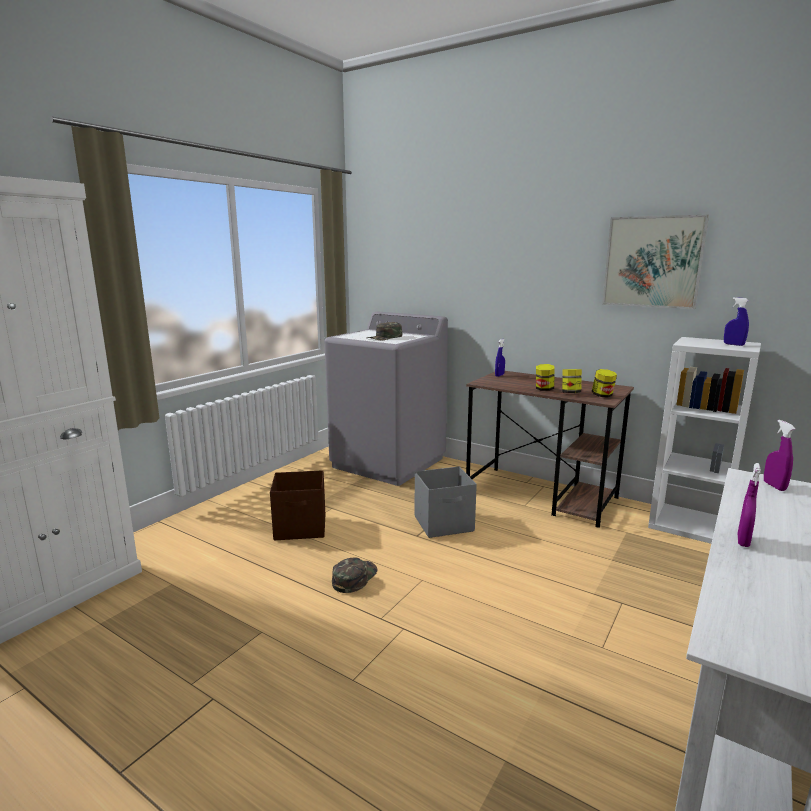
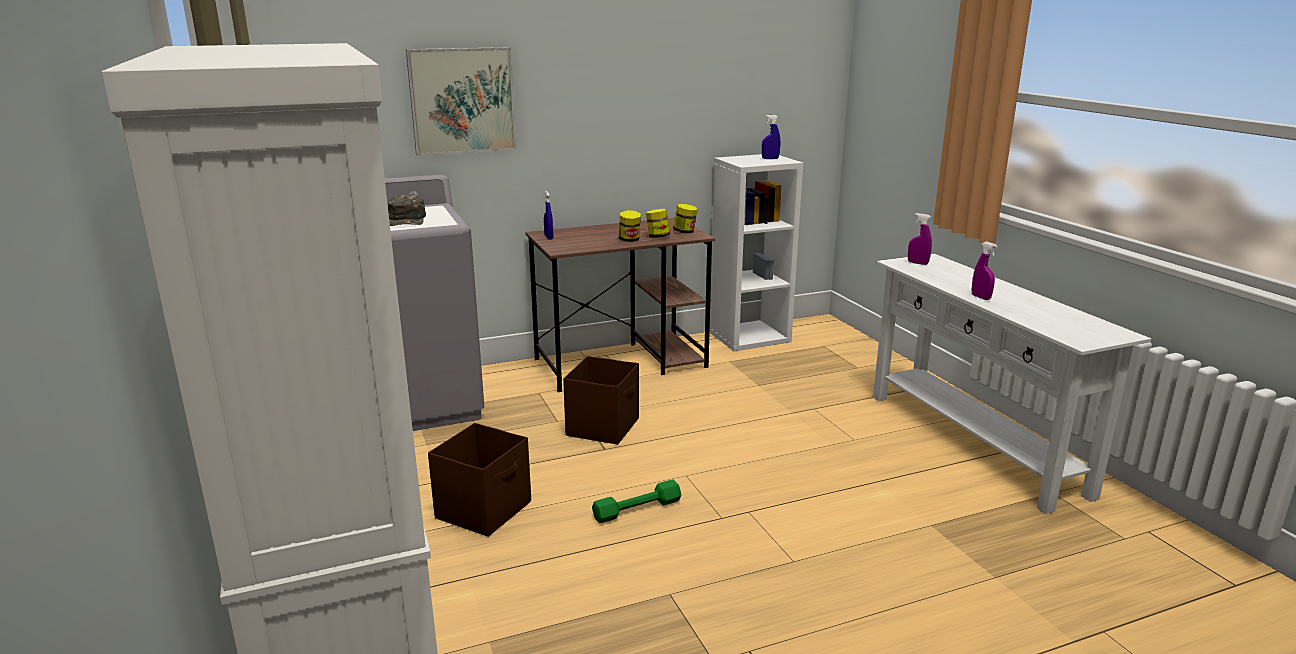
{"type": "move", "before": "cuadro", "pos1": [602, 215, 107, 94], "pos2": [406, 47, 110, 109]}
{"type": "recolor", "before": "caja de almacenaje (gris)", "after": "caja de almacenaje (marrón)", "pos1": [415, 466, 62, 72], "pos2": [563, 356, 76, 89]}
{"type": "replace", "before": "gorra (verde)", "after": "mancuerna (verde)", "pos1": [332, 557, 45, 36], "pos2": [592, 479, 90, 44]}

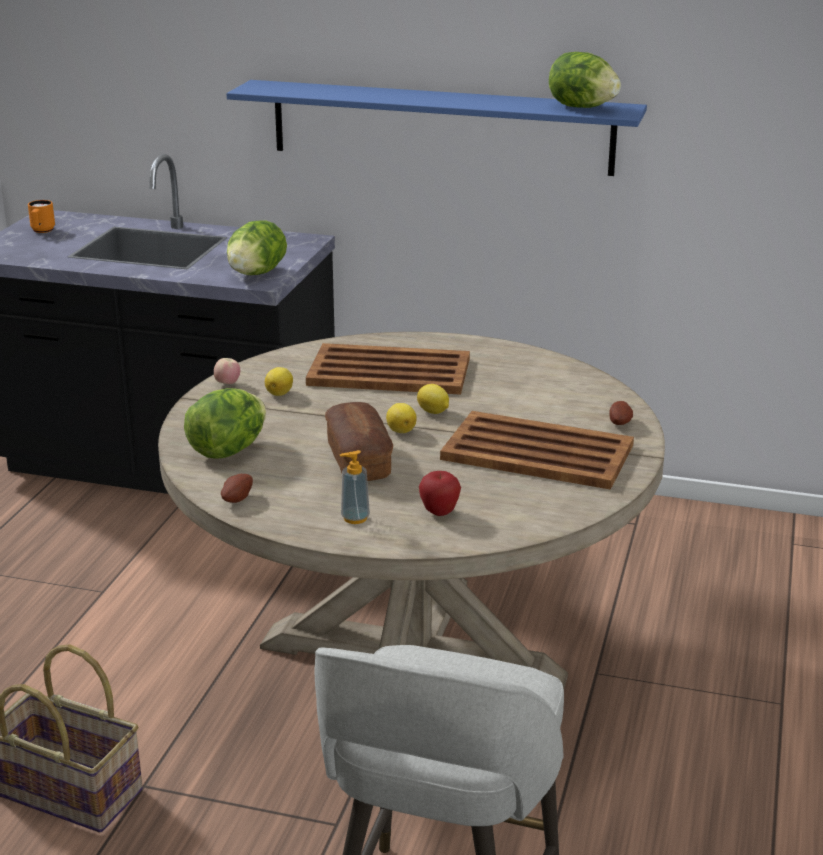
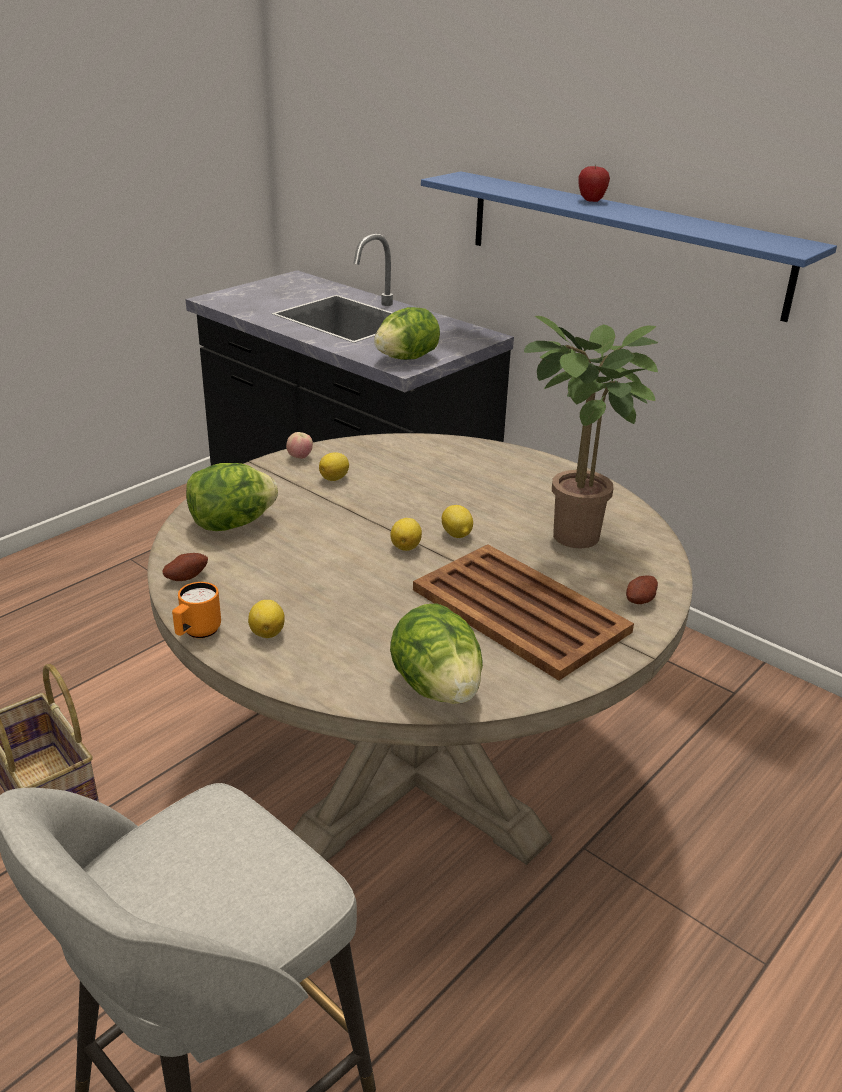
{"type": "move", "before": "lechuga", "pos1": [549, 52, 72, 56], "pos2": [390, 603, 93, 101]}
{"type": "move", "before": "taza grande (naranja)", "pos1": [28, 200, 27, 33], "pos2": [172, 582, 49, 56]}
{"type": "delete", "before": "bandeja (marrón)", "pos1": [306, 343, 164, 52]}
{"type": "delete", "before": "pan", "pos1": [325, 402, 68, 79]}
{"type": "replace", "before": "dispensador de jabón", "after": "limón", "pos1": [340, 450, 30, 74], "pos2": [248, 600, 37, 38]}
{"type": "move", "before": "manzana", "pos1": [419, 471, 42, 45], "pos2": [578, 165, 32, 37]}
{"type": "insert", "after": "planta en maceta", "pos2": [524, 316, 134, 233]}

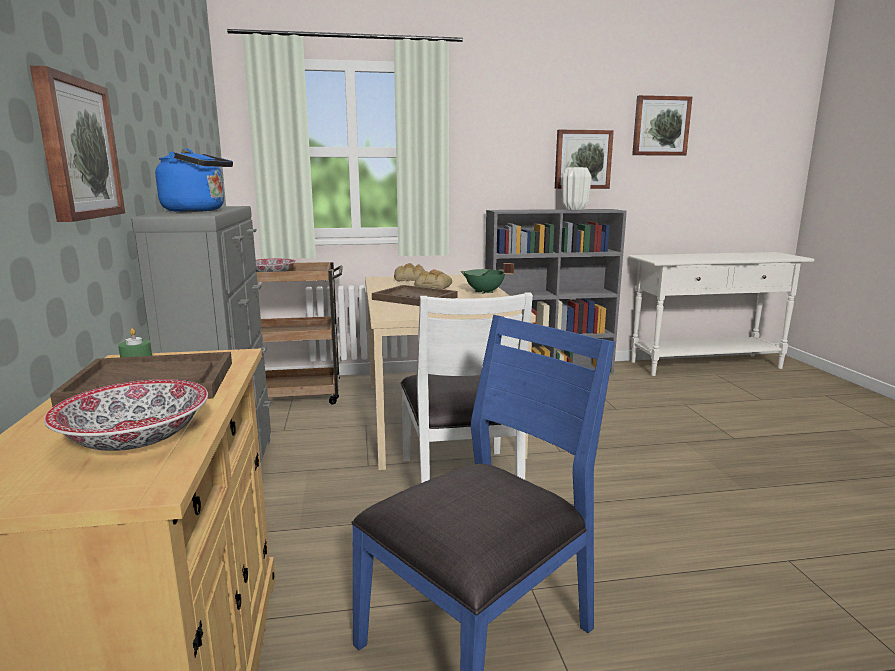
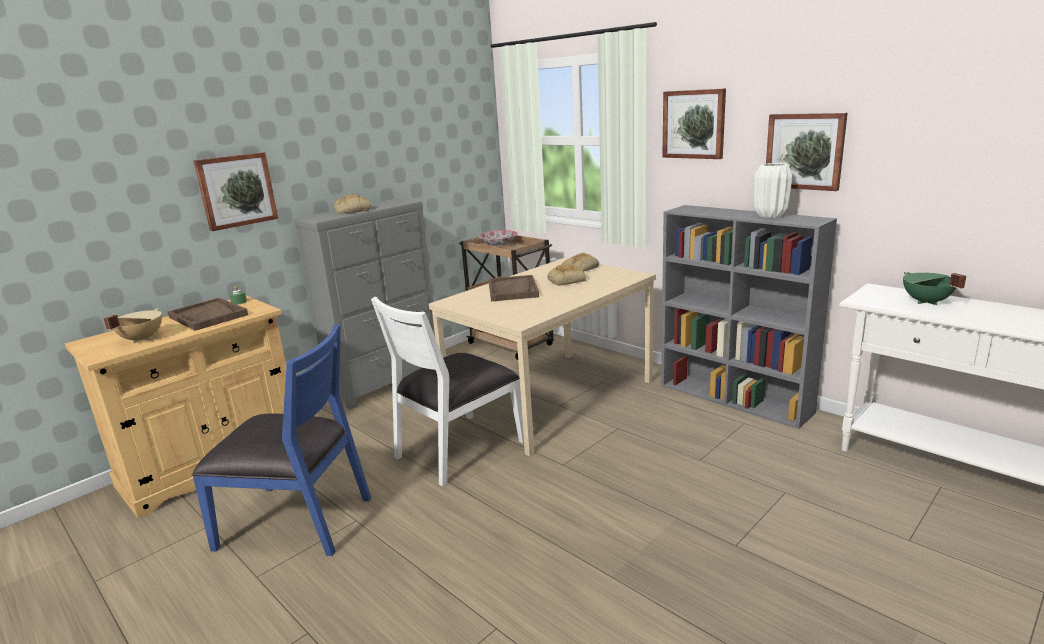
{"type": "move", "before": "cuadro", "pos1": [632, 95, 60, 61], "pos2": [662, 88, 64, 71]}
{"type": "replace", "before": "hervidor (azul)", "after": "pan", "pos1": [155, 149, 78, 63], "pos2": [334, 194, 37, 19]}
{"type": "move", "before": "olla (verde)", "pos1": [461, 263, 53, 31], "pos2": [903, 272, 63, 33]}
{"type": "replace", "before": "cuenco", "after": "olla (beis)", "pos1": [44, 379, 164, 72], "pos2": [104, 309, 58, 34]}

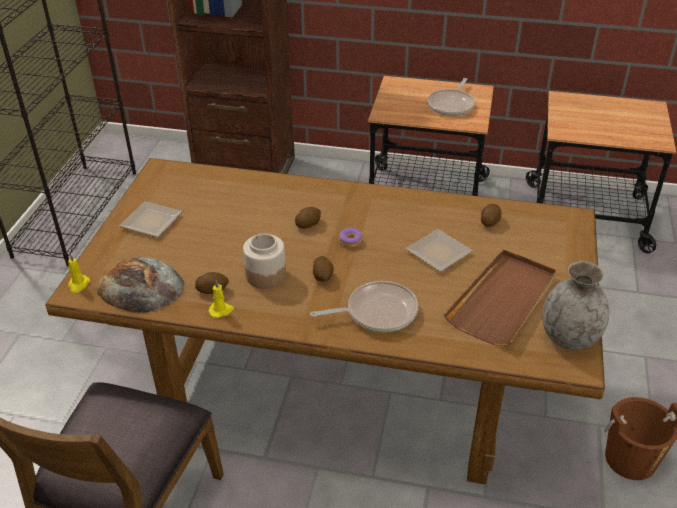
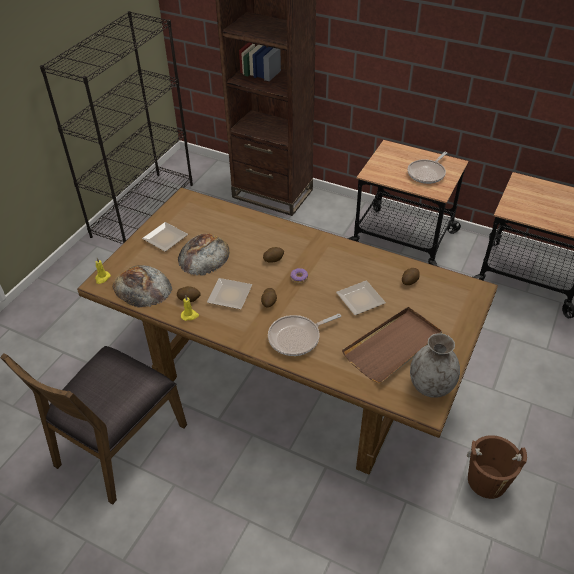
{"type": "replace", "before": "tarro", "after": "plato", "pos1": [243, 234, 43, 55], "pos2": [207, 278, 45, 31]}
{"type": "rotate", "before": "sartén", "pos1": [310, 281, 108, 51], "pos2": [268, 314, 73, 42], "turn": 150}
{"type": "insert", "after": "pan", "pos2": [178, 233, 52, 43]}

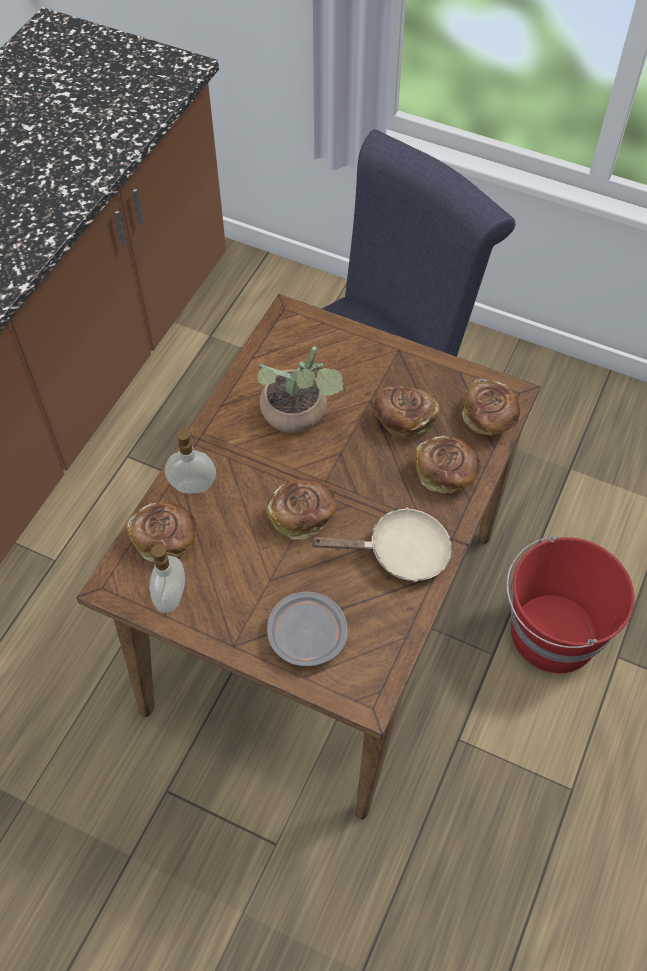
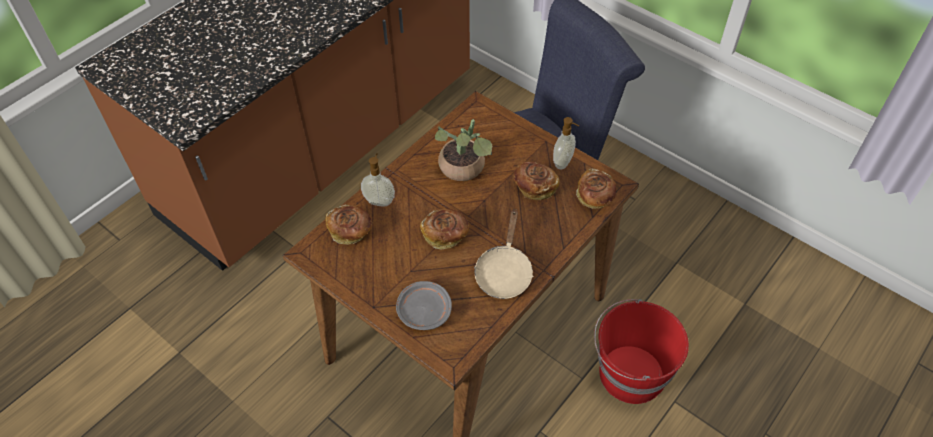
{"type": "delete", "before": "pan", "pos1": [415, 435, 66, 58]}
{"type": "rotate", "before": "sartén (beis)", "pos1": [309, 507, 143, 75], "pos2": [474, 209, 60, 90], "turn": 90}
{"type": "move", "before": "dispensador de jabón", "pos1": [149, 544, 36, 69], "pos2": [553, 117, 26, 52]}

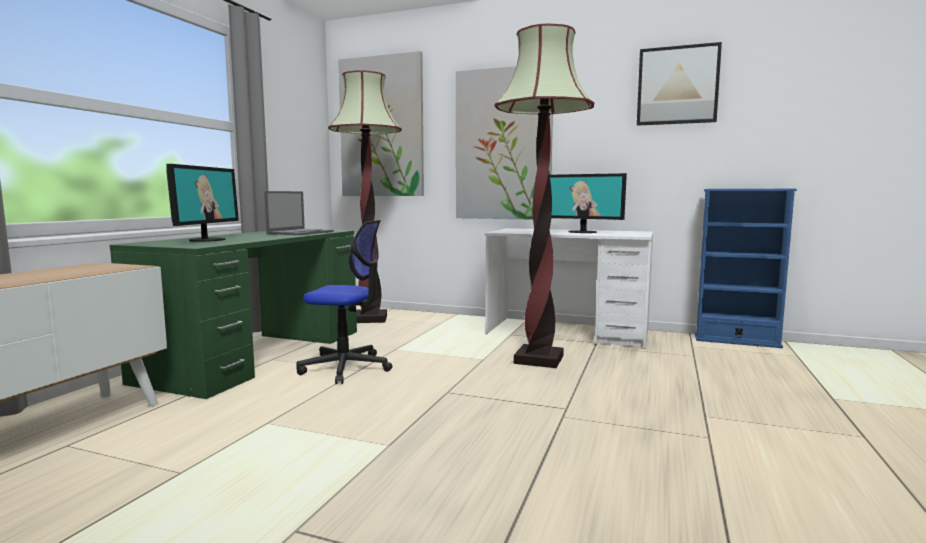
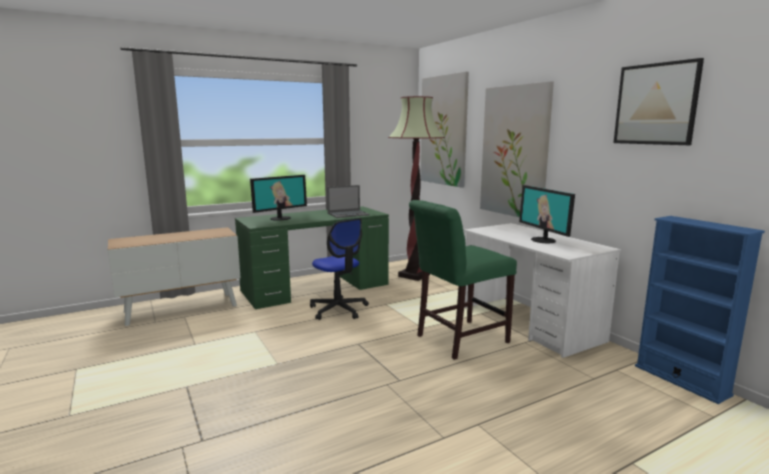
{"type": "replace", "before": "lámpara de pie", "after": "silla (verde)", "pos1": [495, 23, 99, 345], "pos2": [409, 200, 108, 160]}

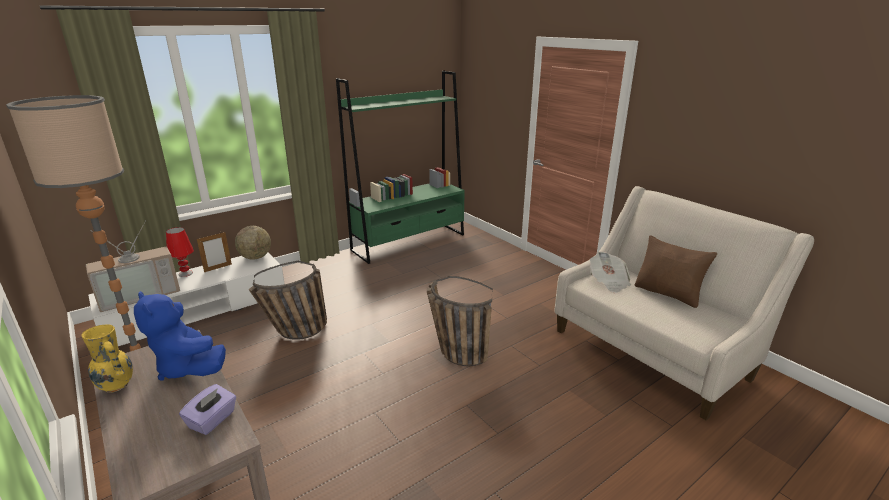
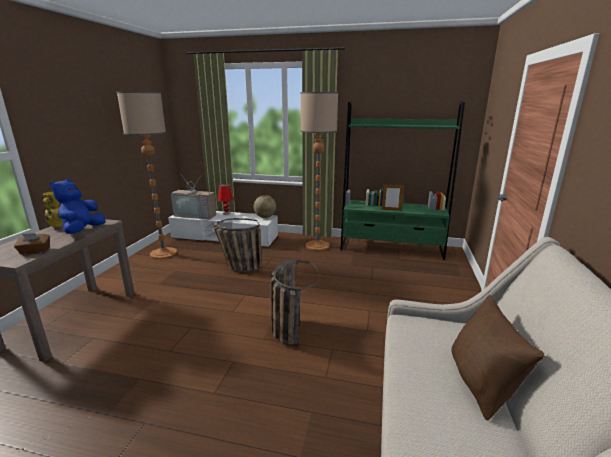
{"type": "move", "before": "portarretratos", "pos1": [197, 232, 35, 40], "pos2": [382, 184, 22, 27]}
{"type": "delete", "before": "periódico", "pos1": [590, 251, 41, 42]}
{"type": "recolor", "before": "caja de pañuelos (morado)", "after": "caja de pañuelos (marrón)", "pos1": [179, 384, 57, 51], "pos2": [14, 233, 36, 22]}
{"type": "insert", "after": "lámpara de pie", "pos2": [300, 92, 39, 159]}

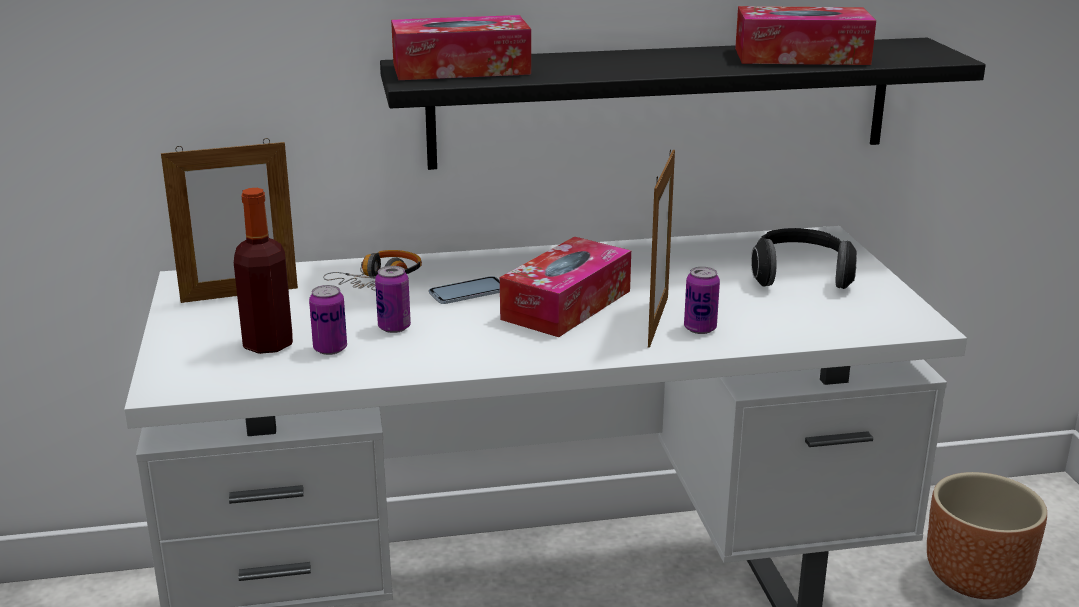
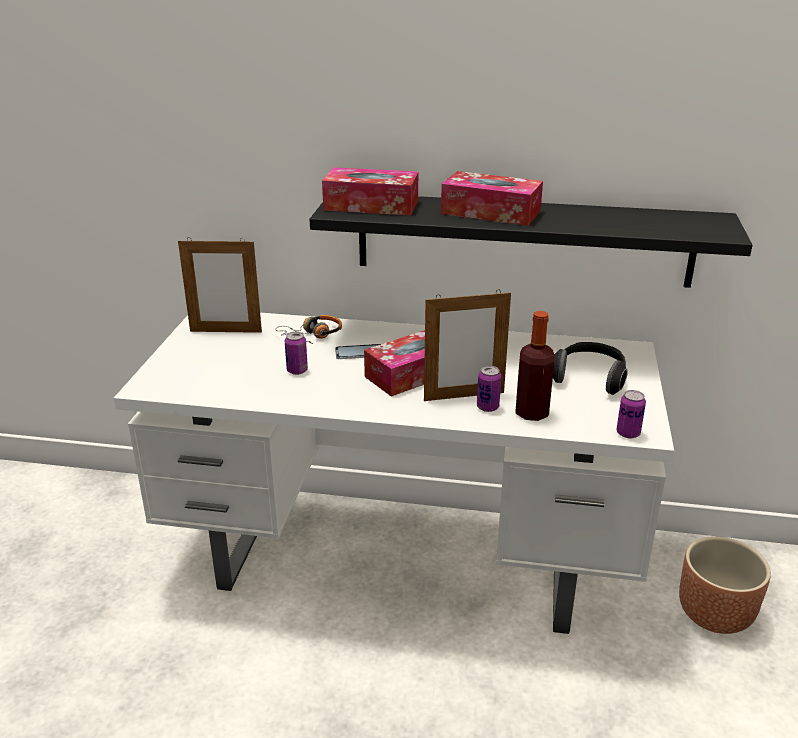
{"type": "move", "before": "caja de pañuelos", "pos1": [735, 6, 141, 59], "pos2": [441, 171, 102, 55]}
{"type": "rotate", "before": "portarretratos", "pos1": [648, 149, 27, 199], "pos2": [424, 290, 87, 111], "turn": 45}
{"type": "move", "before": "botella", "pos1": [234, 188, 59, 166], "pos2": [515, 311, 39, 110]}
{"type": "move", "before": "lata", "pos1": [309, 285, 38, 70], "pos2": [616, 390, 30, 48]}

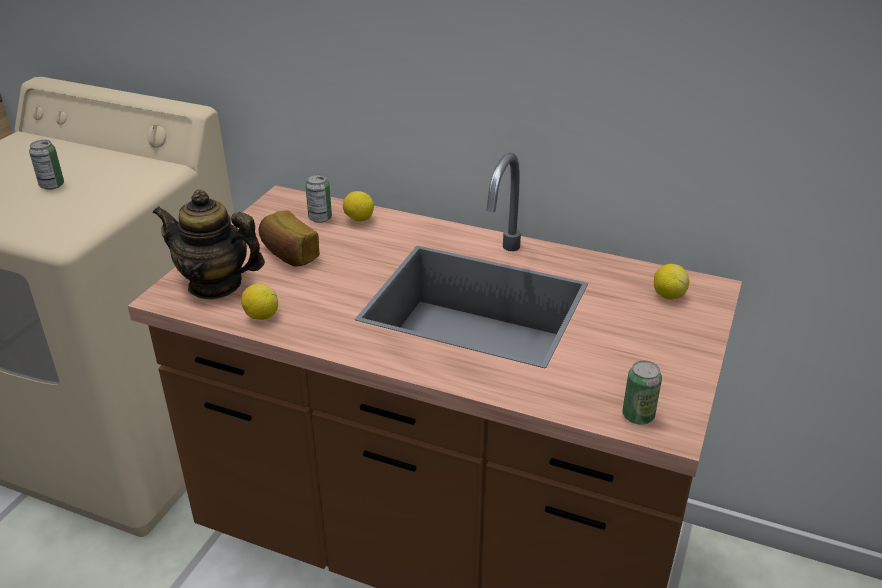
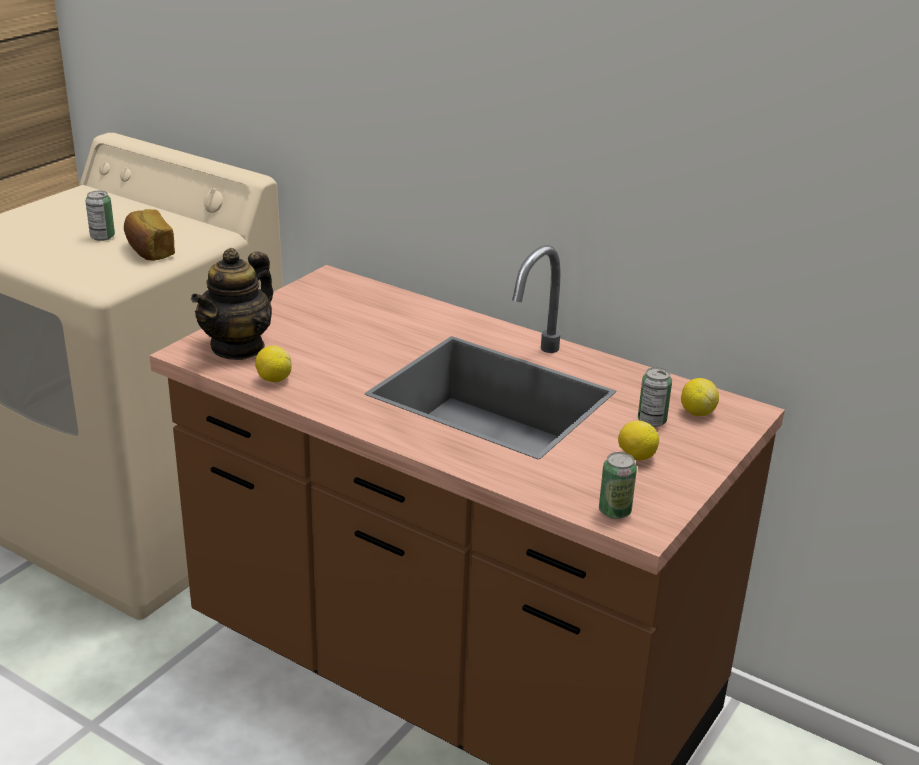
{"type": "move", "before": "lata", "pos1": [305, 174, 27, 49], "pos2": [638, 367, 34, 60]}
{"type": "rotate", "before": "tetera", "pos1": [152, 190, 113, 110], "pos2": [191, 248, 82, 112], "turn": -90}
{"type": "move", "before": "limón", "pos1": [343, 191, 31, 31], "pos2": [618, 421, 41, 39]}
{"type": "move", "before": "pan", "pos1": [258, 210, 62, 56], "pos2": [124, 209, 51, 52]}

